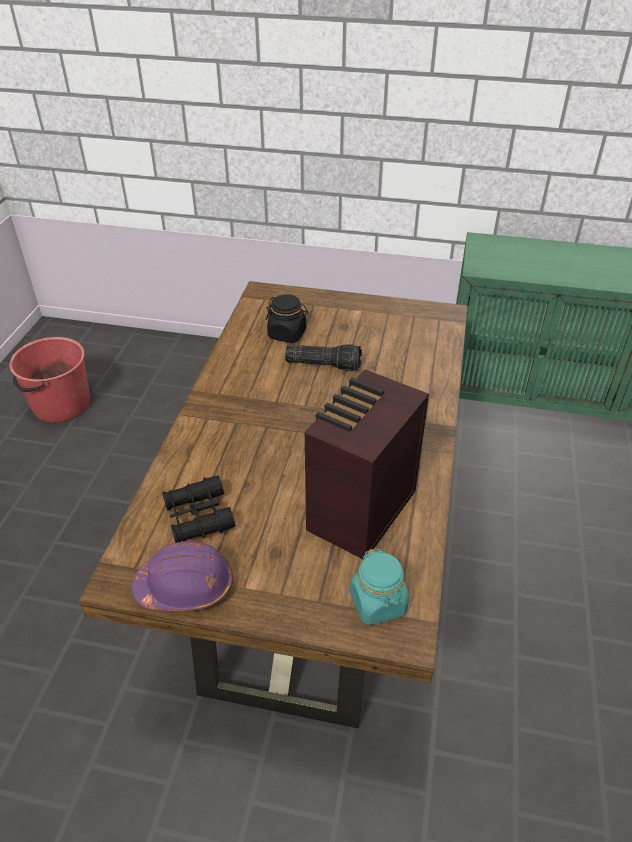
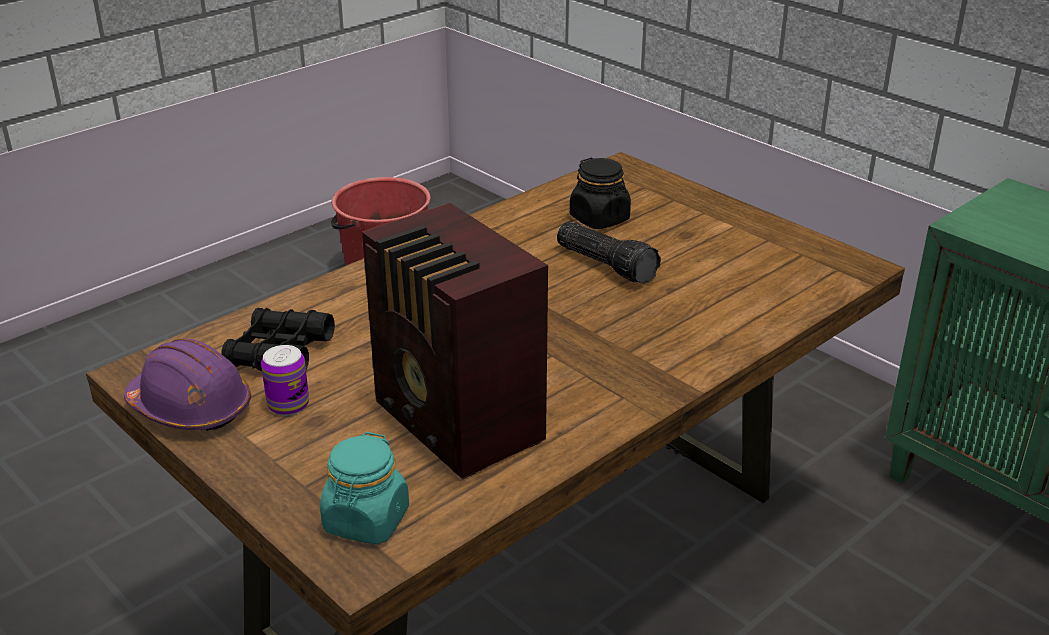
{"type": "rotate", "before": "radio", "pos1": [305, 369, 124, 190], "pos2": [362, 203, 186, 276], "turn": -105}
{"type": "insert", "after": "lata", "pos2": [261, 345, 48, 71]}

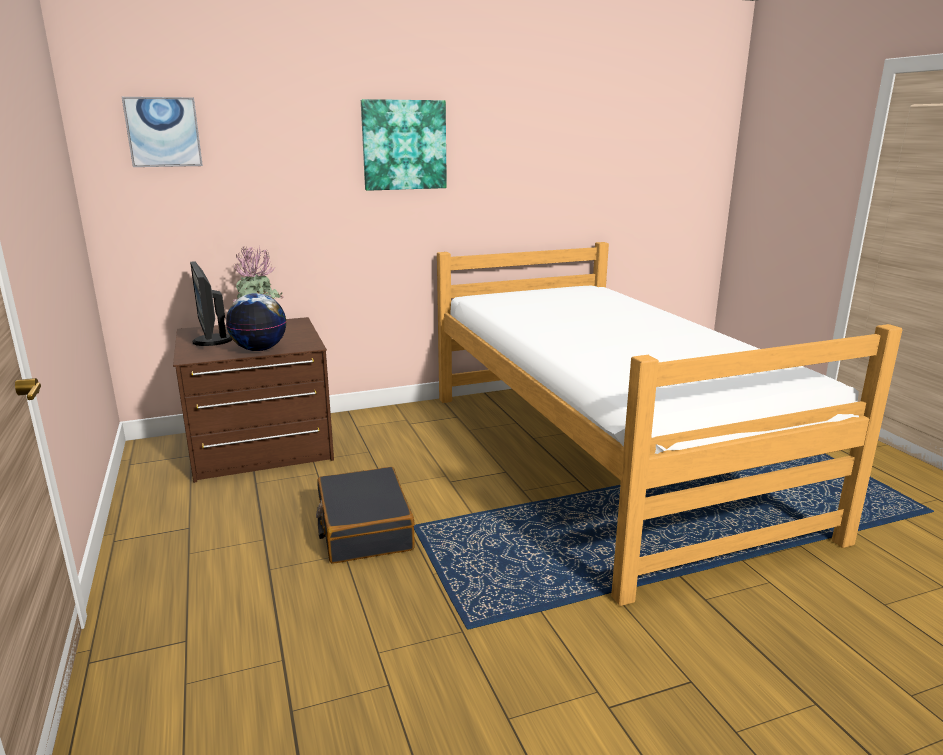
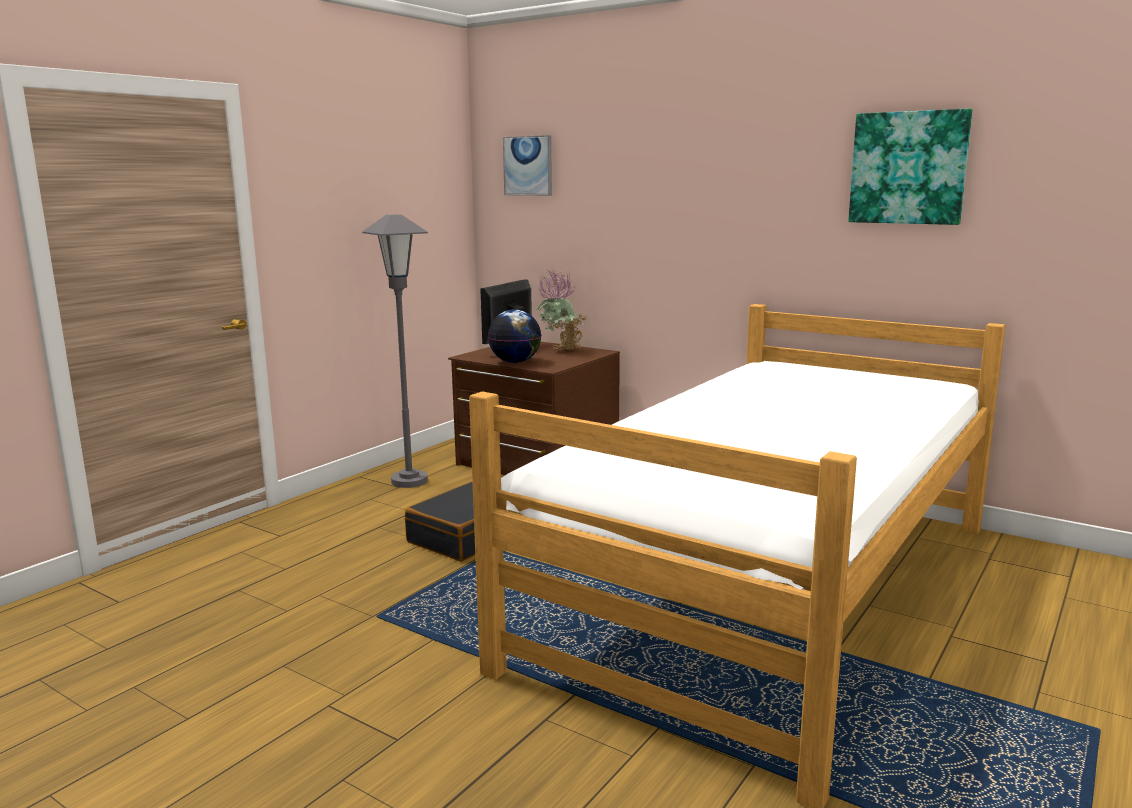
{"type": "move", "before": "cuadro", "pos1": [361, 99, 86, 92], "pos2": [848, 109, 124, 116]}
{"type": "insert", "after": "lámpara de pie (gris)", "pos2": [362, 214, 66, 274]}

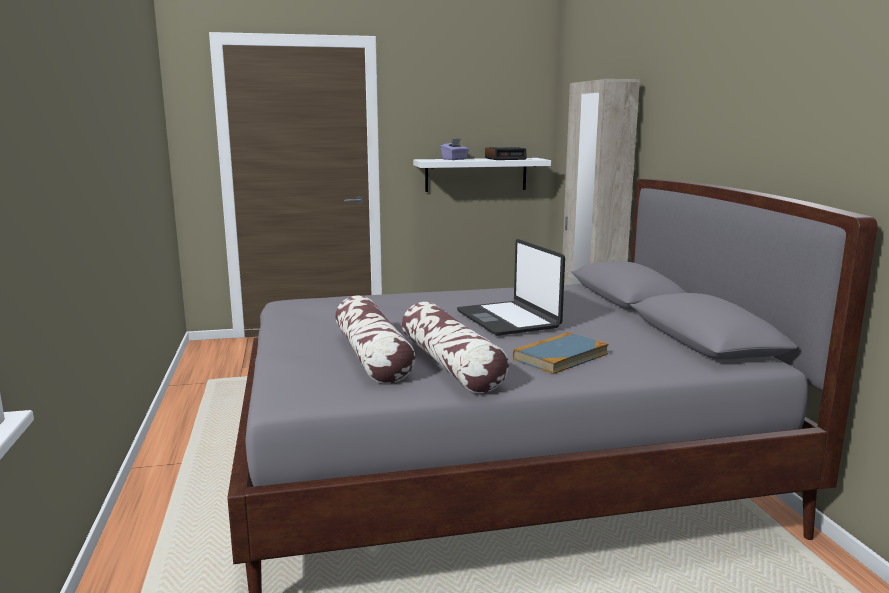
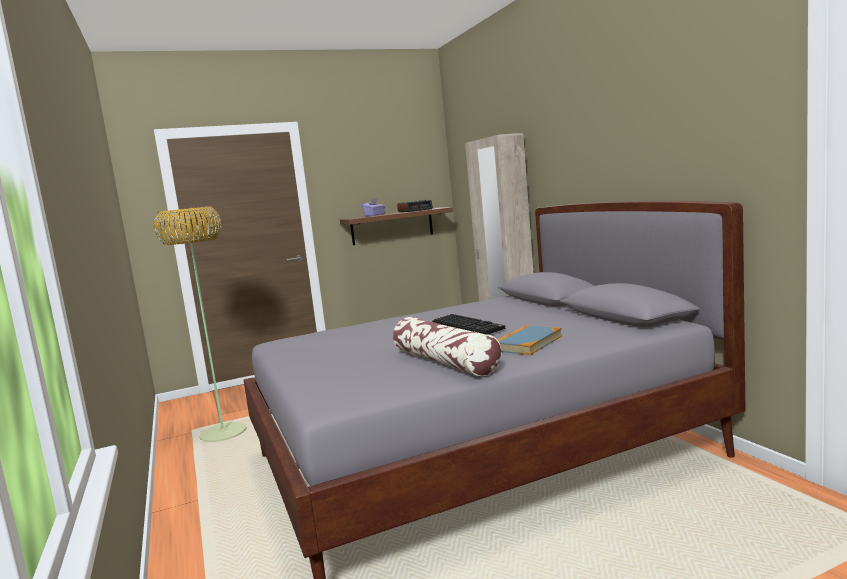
{"type": "recolor", "before": "estante (blanco)", "after": "estante (marrón)", "pos1": [413, 158, 138, 34], "pos2": [340, 207, 113, 38]}
{"type": "replace", "before": "portátil", "after": "teclado", "pos1": [457, 239, 108, 97], "pos2": [432, 314, 74, 21]}
{"type": "delete", "before": "cojín", "pos1": [335, 296, 81, 87]}
{"type": "insert", "after": "lámpara de pie", "pos2": [153, 206, 93, 236]}

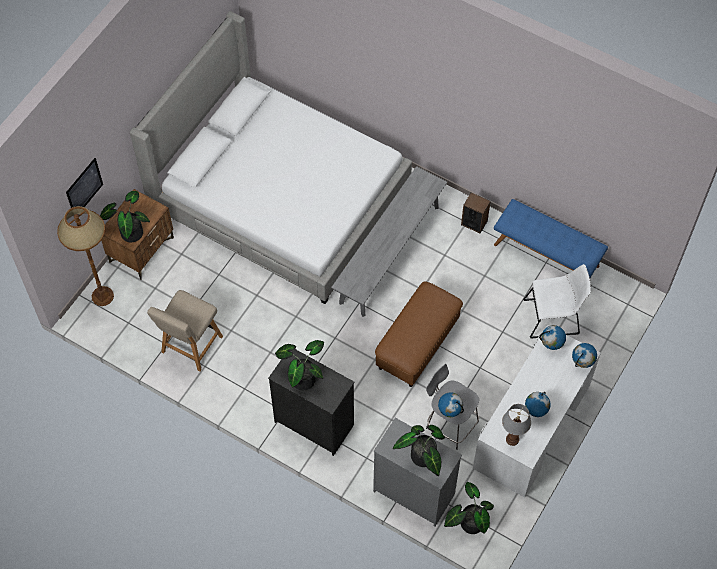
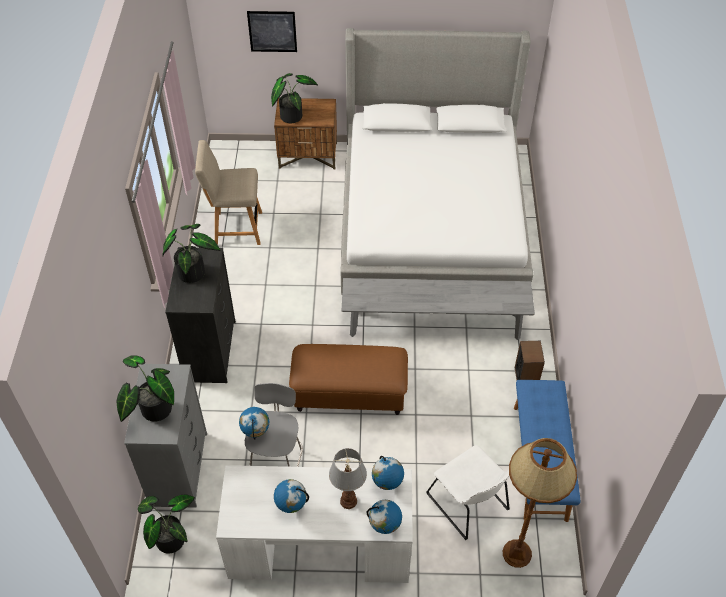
{"type": "move", "before": "lámpara de pie (marrón)", "pos1": [57, 206, 57, 100], "pos2": [503, 438, 74, 130]}
{"type": "move", "before": "lámpara de mesa", "pos1": [502, 404, 29, 42], "pos2": [329, 448, 38, 61]}

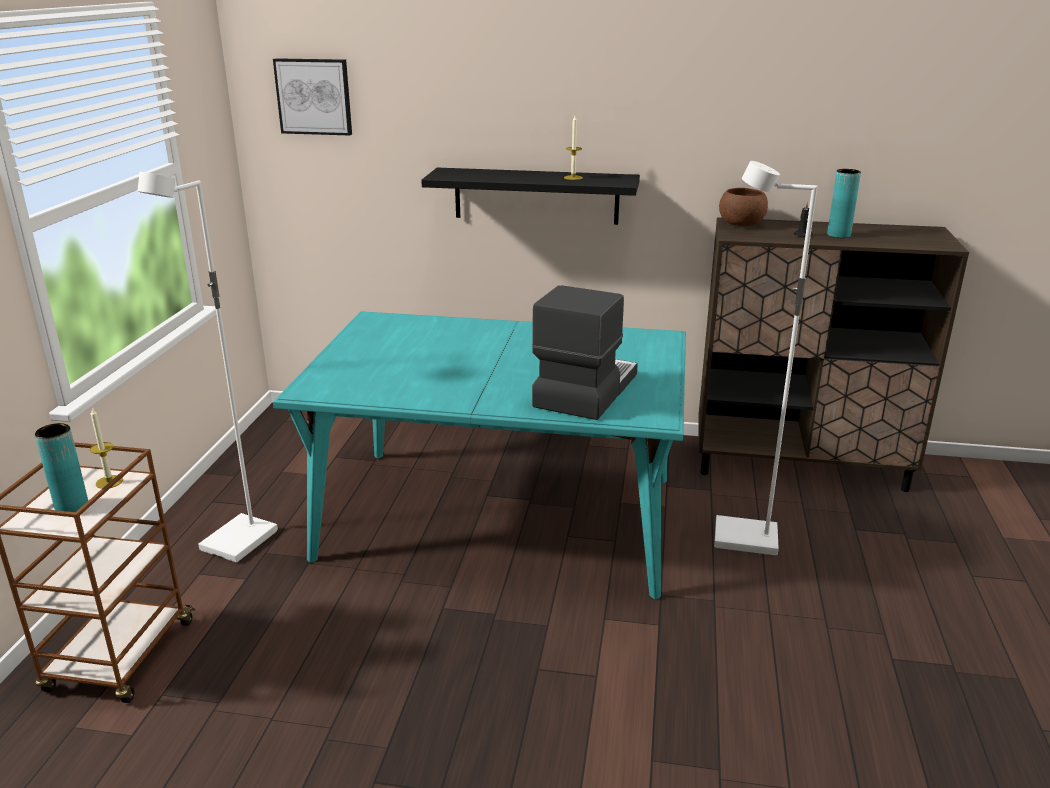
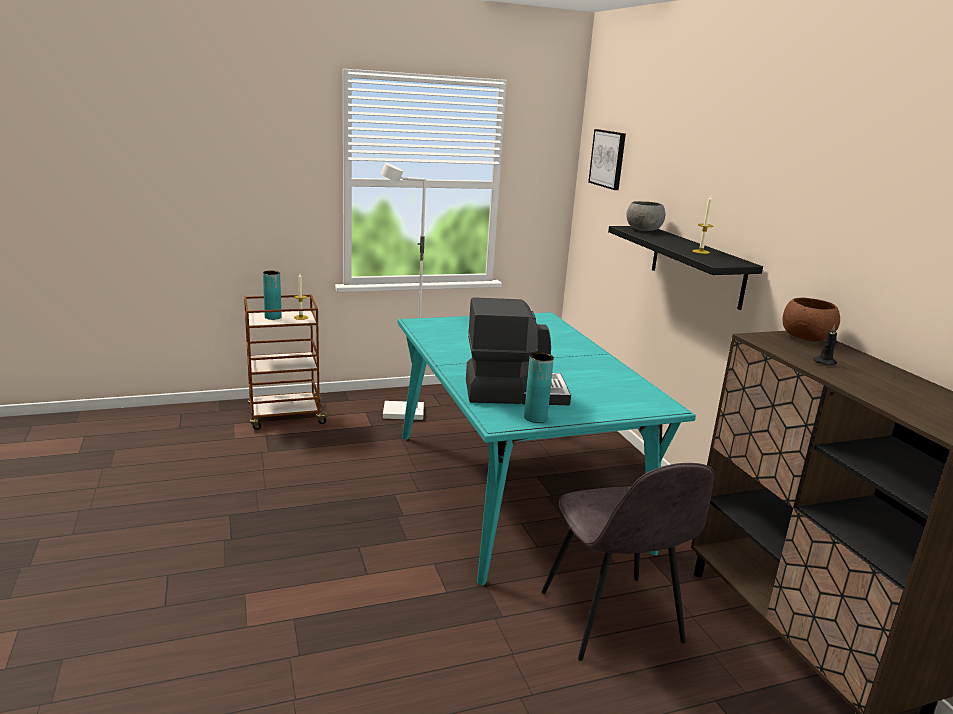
{"type": "replace", "before": "lámpara de pie (blanco)", "after": "silla (gris)", "pos1": [714, 161, 104, 394], "pos2": [541, 463, 173, 198]}
{"type": "move", "before": "florero (turquesa)", "pos1": [827, 169, 34, 69], "pos2": [524, 352, 30, 71]}
{"type": "insert", "after": "cuenco (gris)", "pos2": [626, 201, 39, 30]}

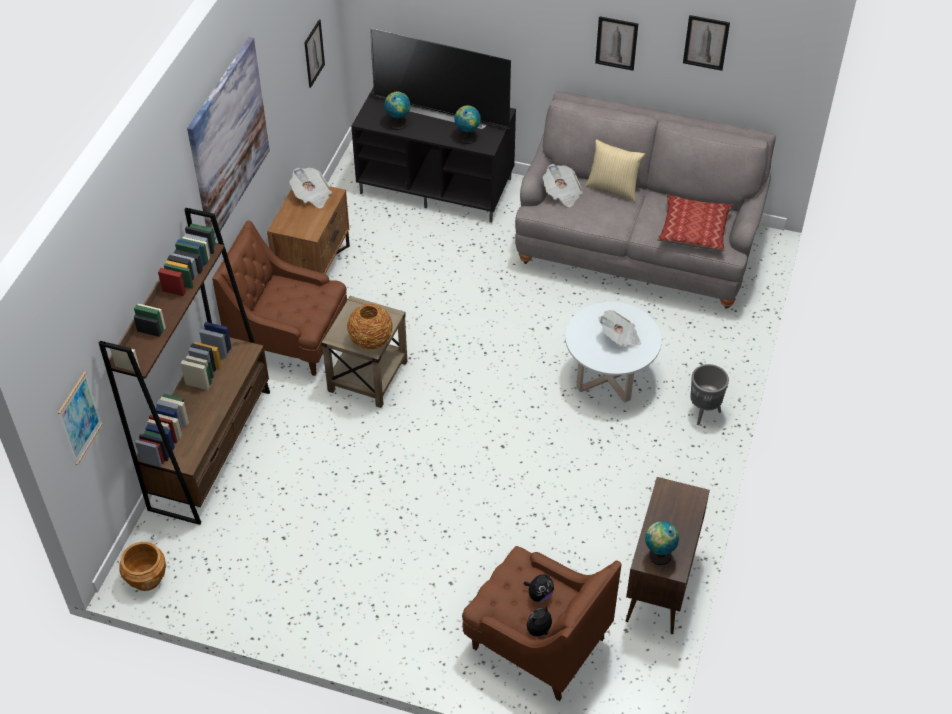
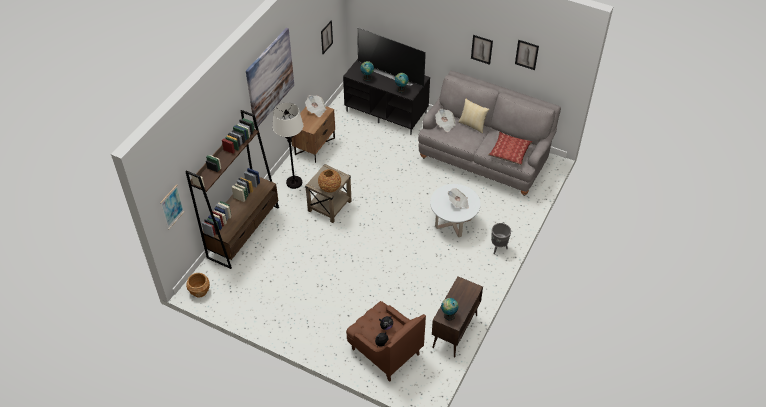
{"type": "replace", "before": "sillón (marrón)", "after": "lámpara de pie (blanco)", "pos1": [212, 221, 135, 155], "pos2": [272, 102, 31, 87]}

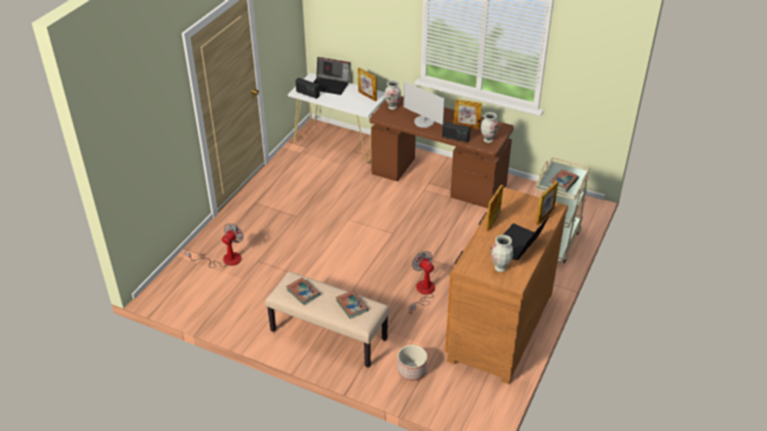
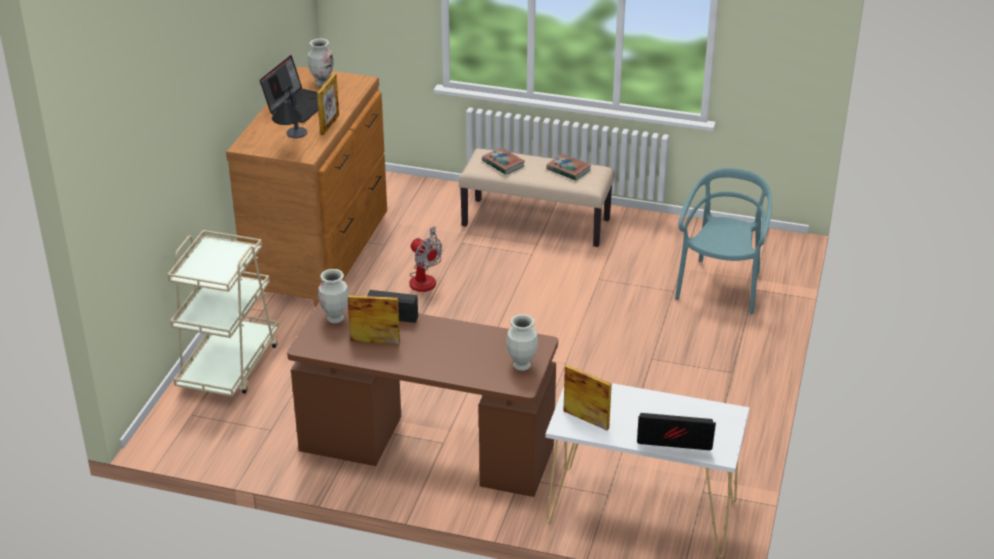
{"type": "delete", "before": "radio", "pos1": [296, 78, 24, 21]}
{"type": "delete", "before": "monitor", "pos1": [404, 81, 41, 47]}
{"type": "delete", "before": "libro", "pos1": [549, 169, 30, 23]}
{"type": "delete", "before": "portarretratos", "pos1": [536, 180, 23, 45]}
{"type": "replace", "before": "ventilador", "after": "silla (turquesa)", "pos1": [185, 223, 58, 45], "pos2": [675, 168, 97, 146]}
{"type": "delete", "before": "maceta", "pos1": [397, 345, 30, 36]}
{"type": "insert", "after": "lámpara de mesa", "pos2": [272, 87, 35, 51]}

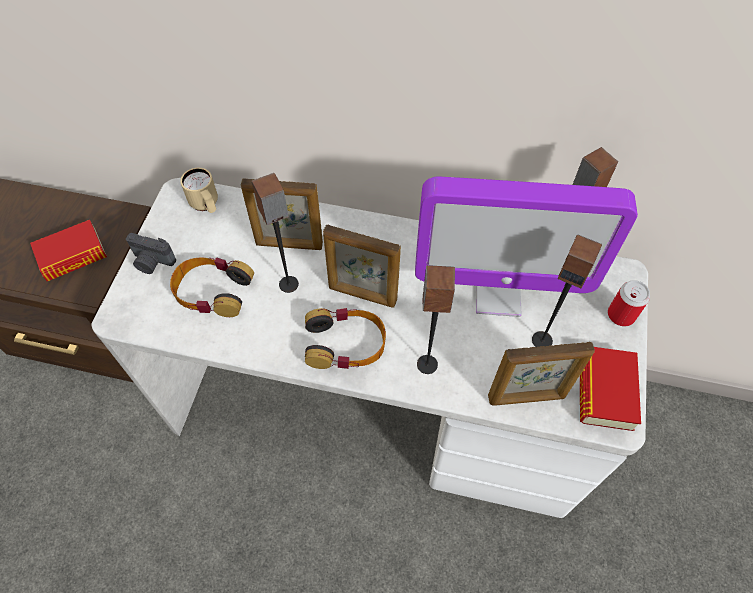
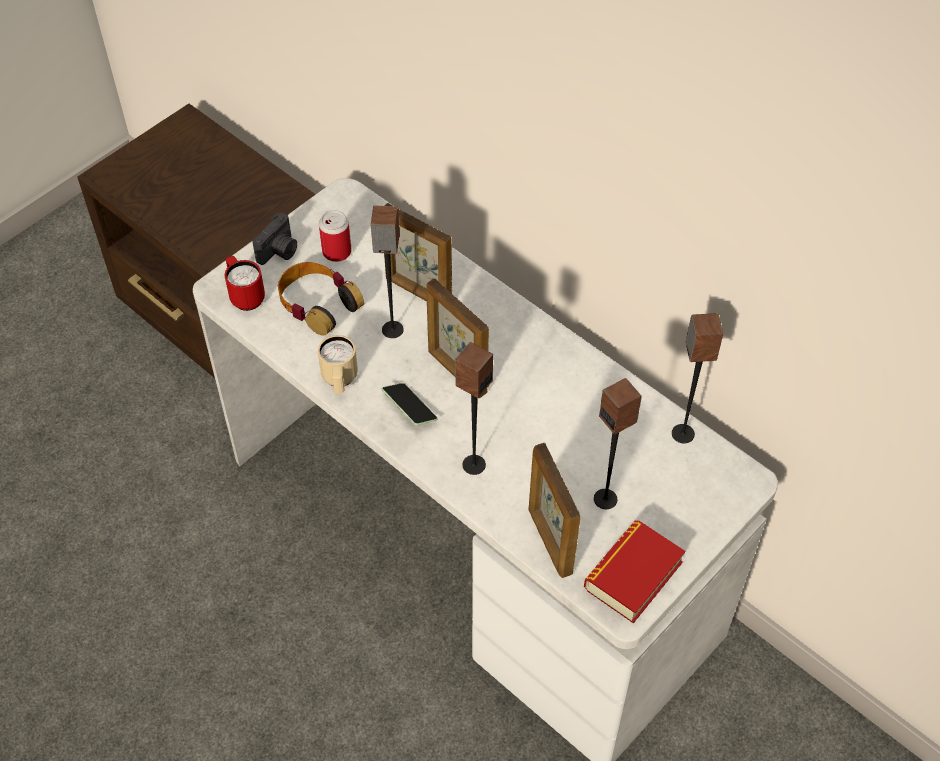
{"type": "move", "before": "taza grande (beis)", "pos1": [180, 168, 38, 45], "pos2": [318, 335, 40, 59]}
{"type": "delete", "before": "monitor", "pos1": [415, 176, 223, 141]}
{"type": "delete", "before": "libro", "pos1": [30, 220, 77, 61]}
{"type": "rotate", "before": "cámara", "pos1": [126, 233, 50, 41], "pos2": [252, 213, 45, 52], "turn": -105}
{"type": "move", "before": "lata", "pos1": [608, 280, 42, 46], "pos2": [319, 210, 32, 52]}
{"type": "replace", "before": "auriculares", "after": "móvil", "pos1": [305, 308, 81, 61], "pos2": [382, 383, 56, 42]}
{"type": "rotate", "before": "portarretratos", "pos1": [488, 342, 107, 64], "pos2": [528, 443, 53, 135], "turn": 45}
{"type": "insert", "after": "taza grande (rojo)", "pos2": [225, 256, 40, 55]}

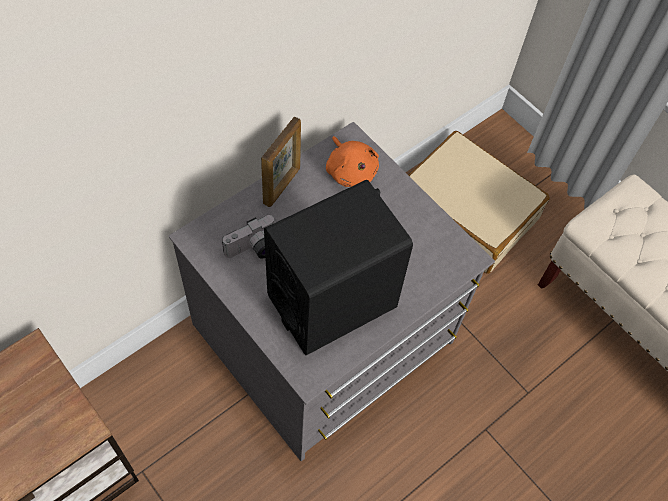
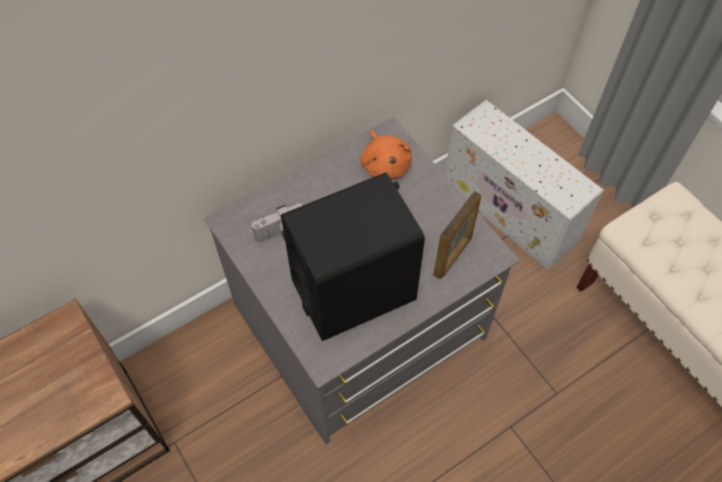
{"type": "move", "before": "portarretratos", "pos1": [261, 116, 40, 91], "pos2": [433, 191, 48, 88]}
{"type": "replace", "before": "maleta (beis)", "after": "caja de almacenaje (blanco)", "pos1": [409, 131, 141, 143], "pos2": [445, 100, 159, 170]}

